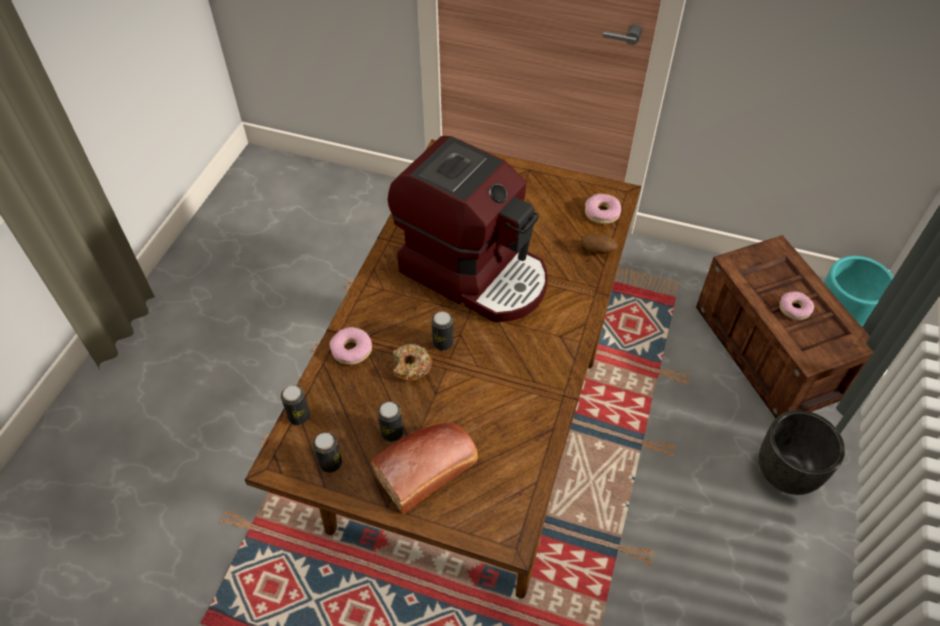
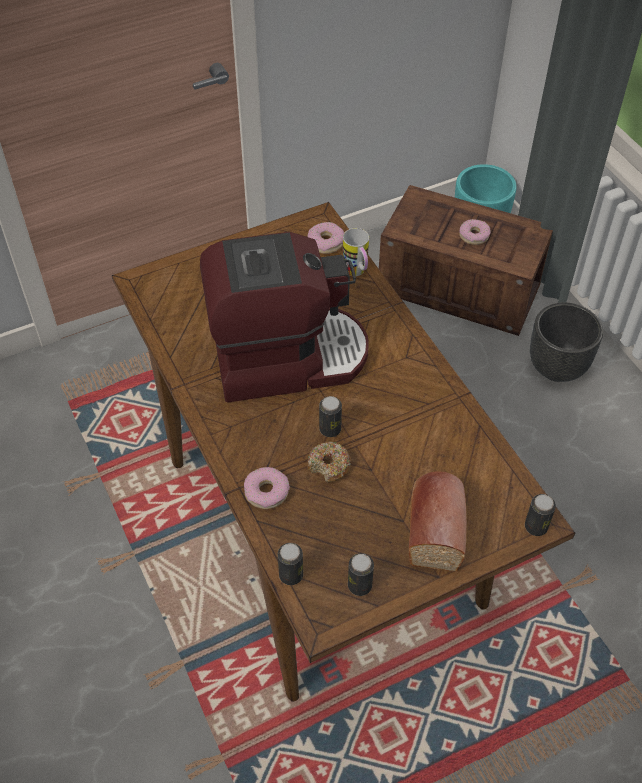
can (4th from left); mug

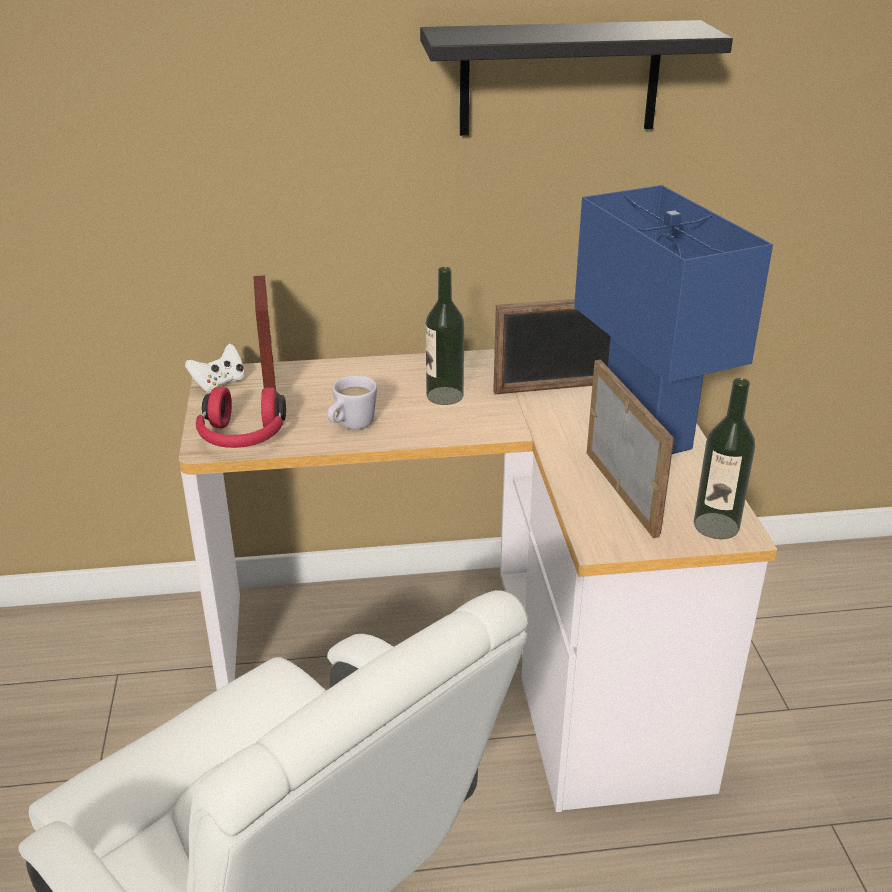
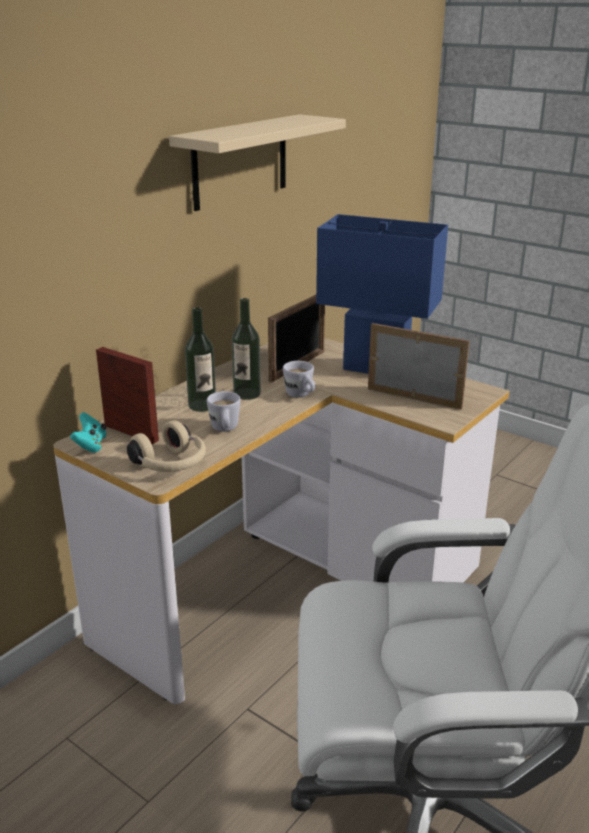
game controller in turquoise; headphones in beige; shelf in beige; bottle (1st from left); mug in white (2nd from left)

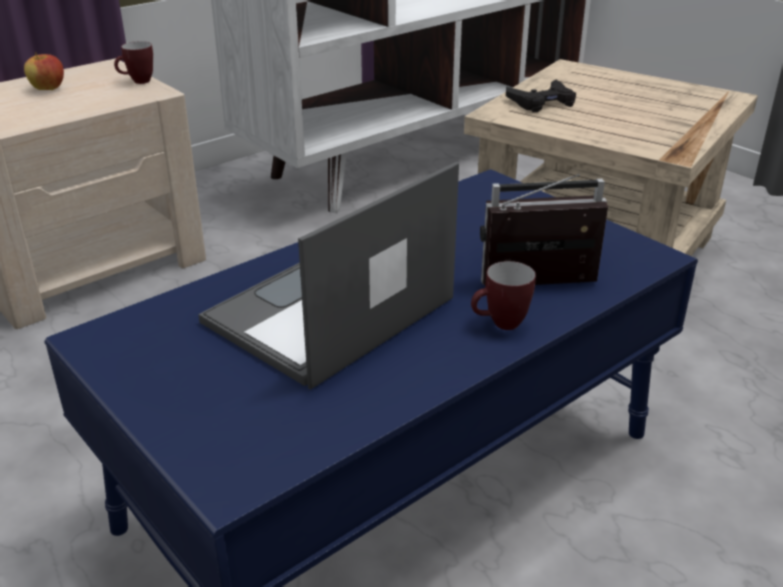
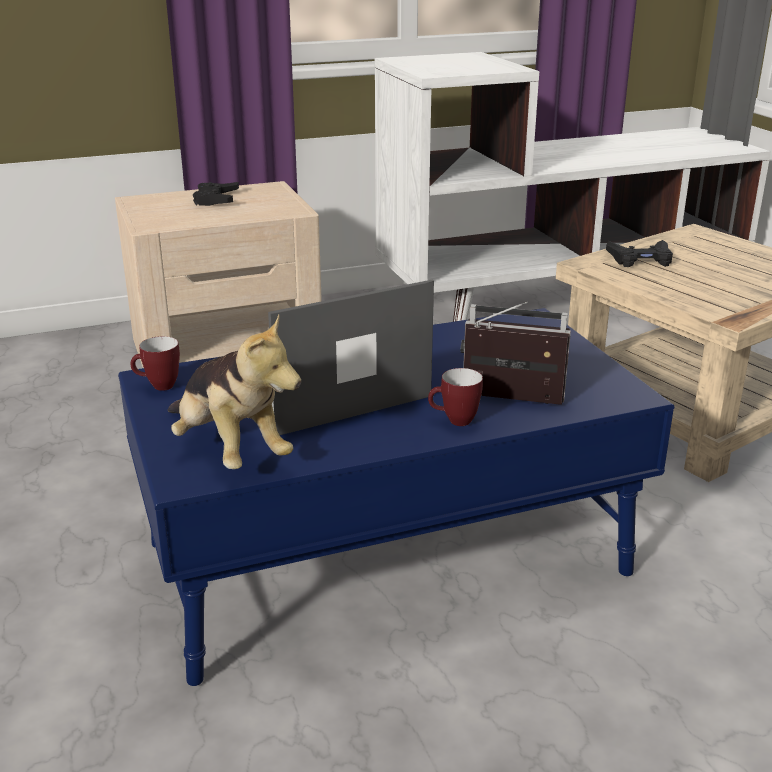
game controller in black (1st from left); mug (1st from left); plush toy

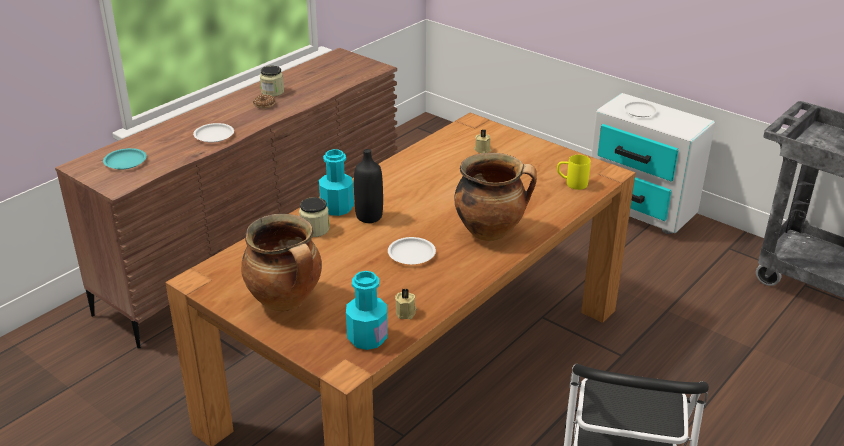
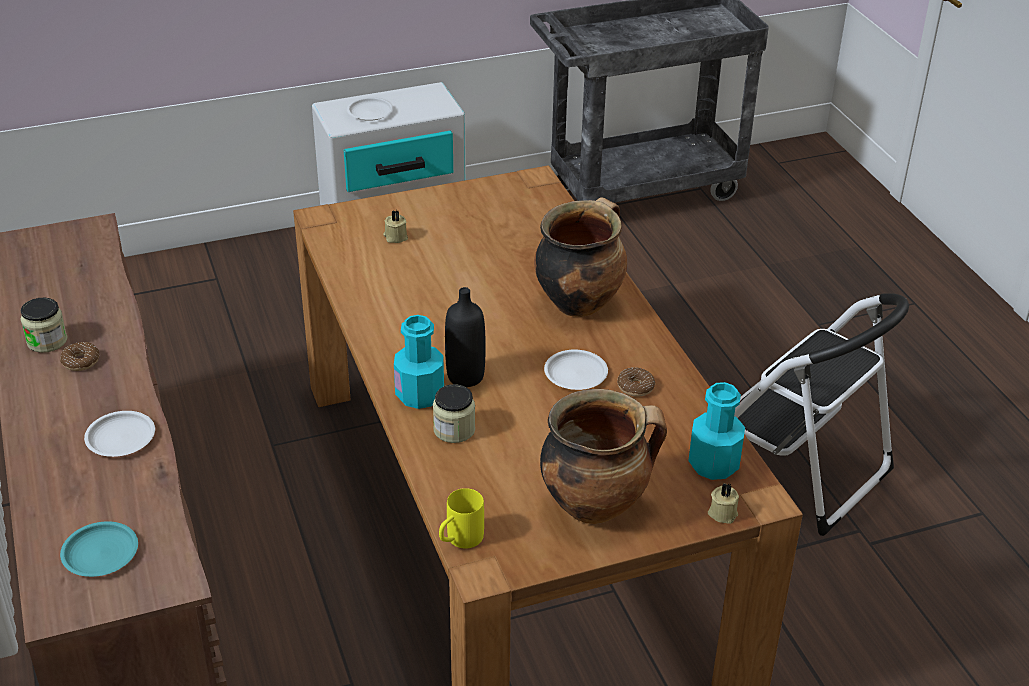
candle in beige (2nd from left); mug in yellow; donut (2nd from left)

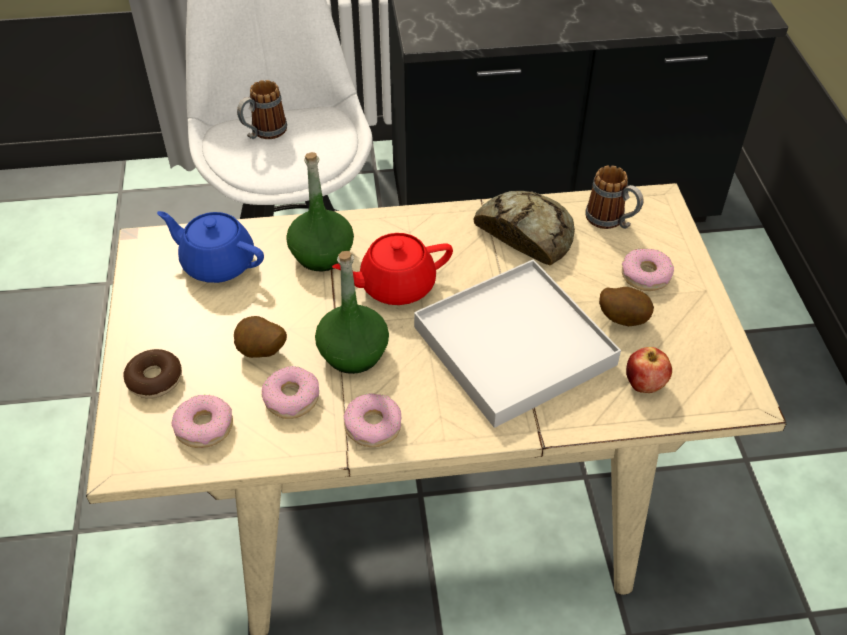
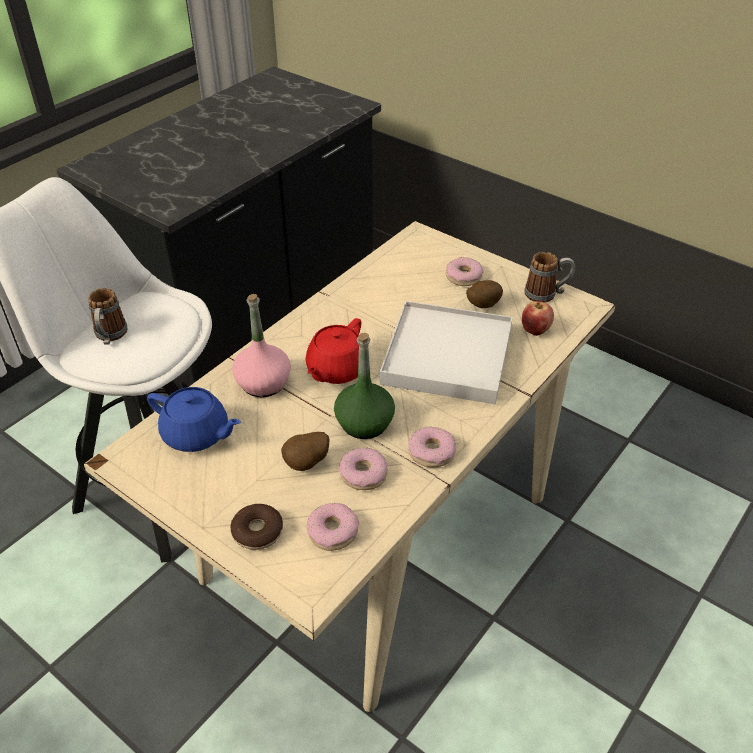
teapot in blue; bottle in pink; bread; mug (2nd from left)

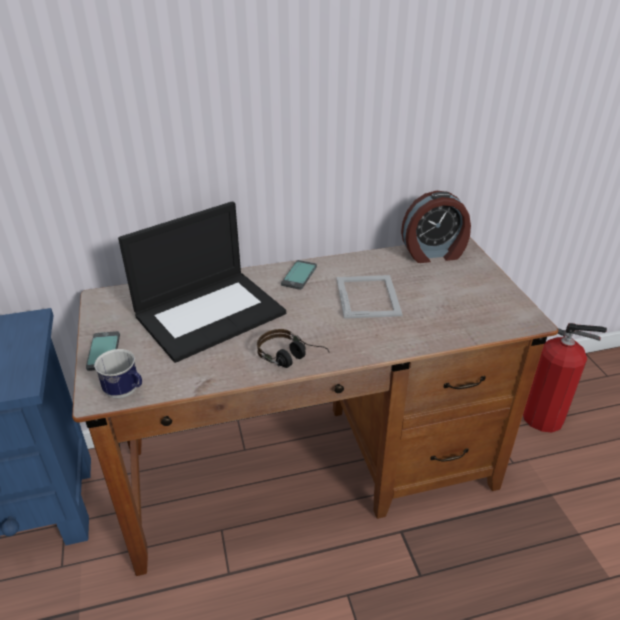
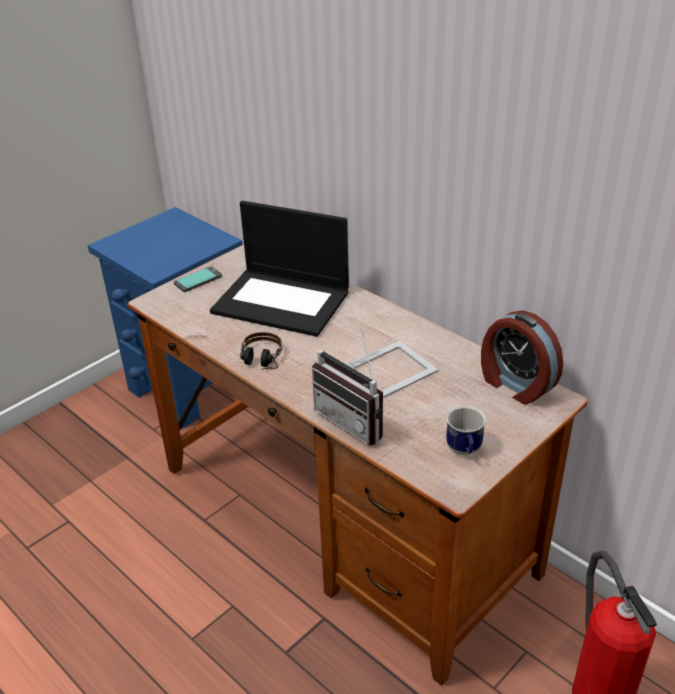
mug; phone (2nd from left in the first image); radio

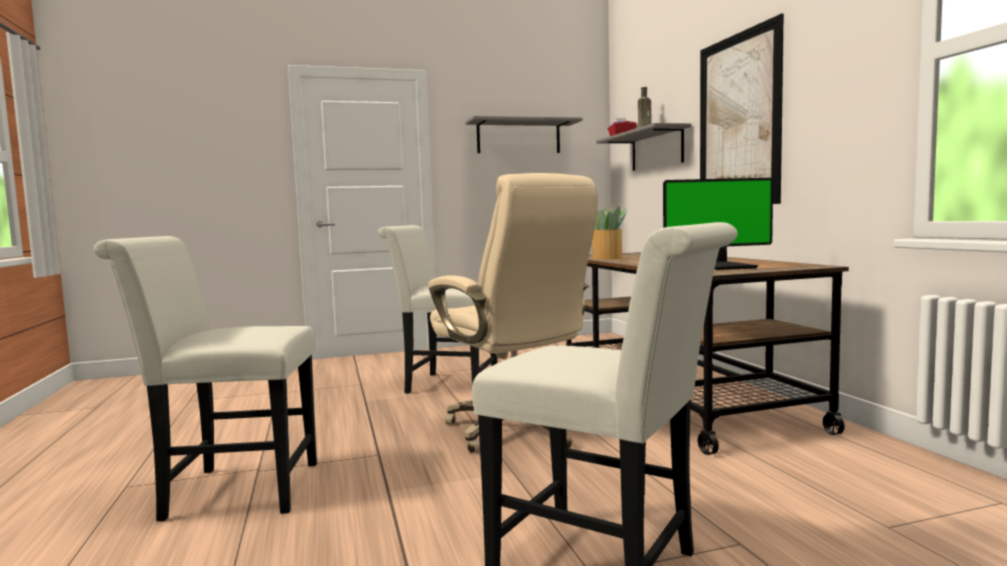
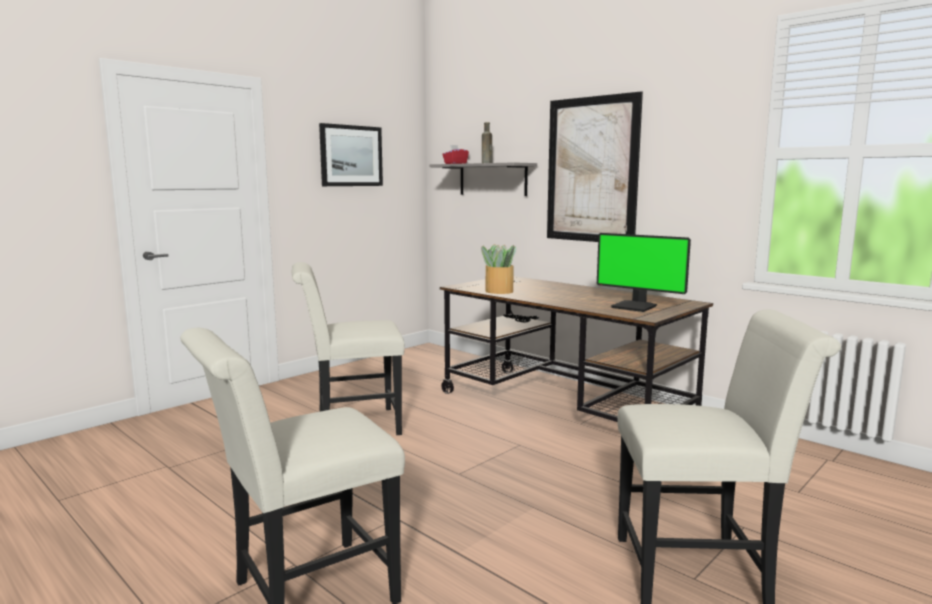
office chair in beige; picture (1st from left); monitor

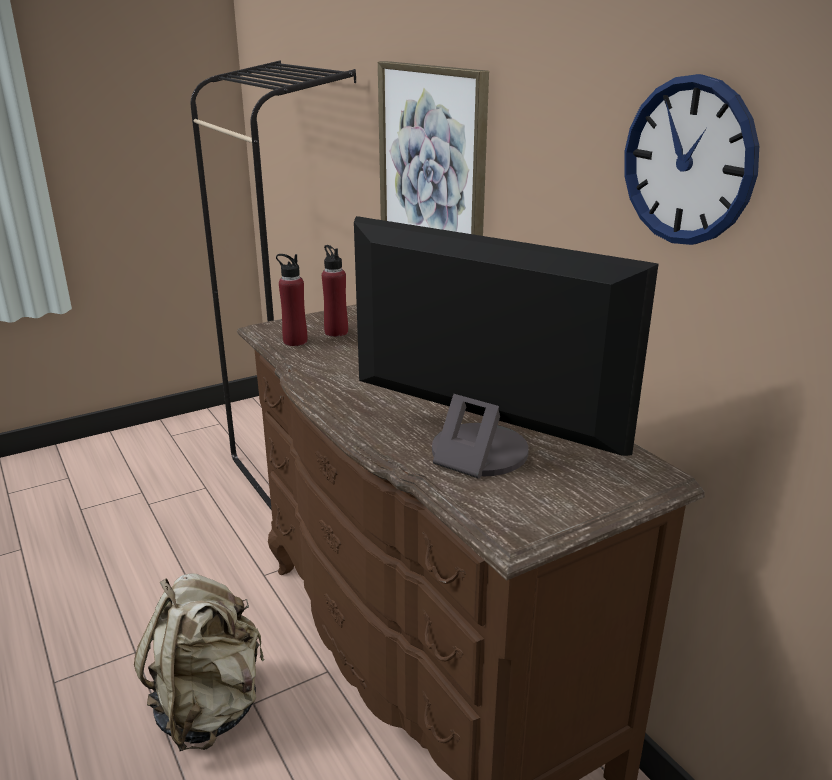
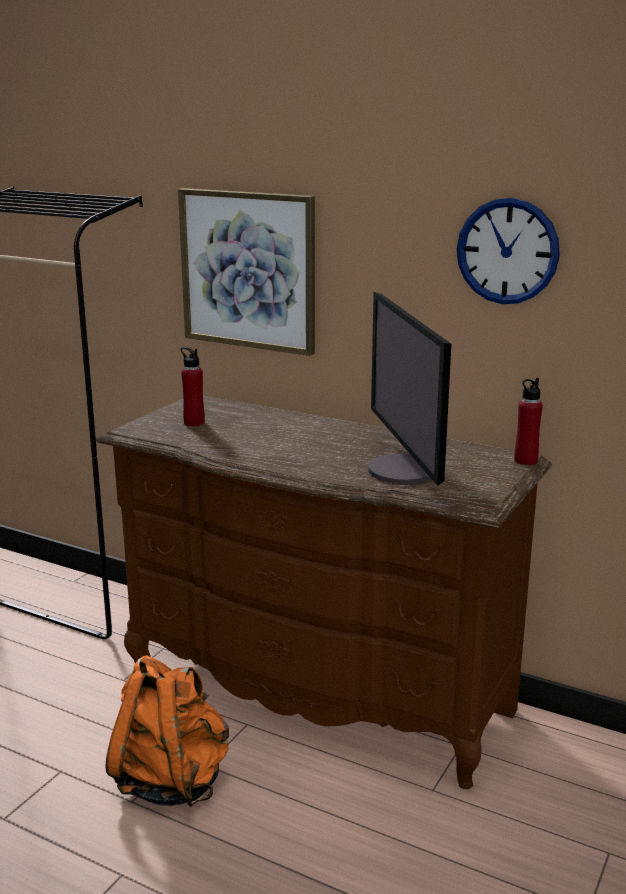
backpack in orange; bottle in red (2nd from left); monitor

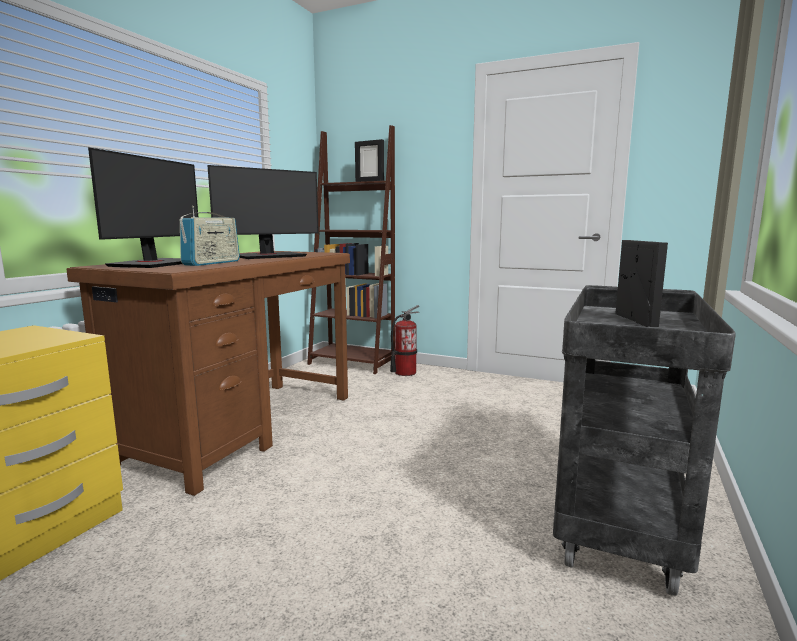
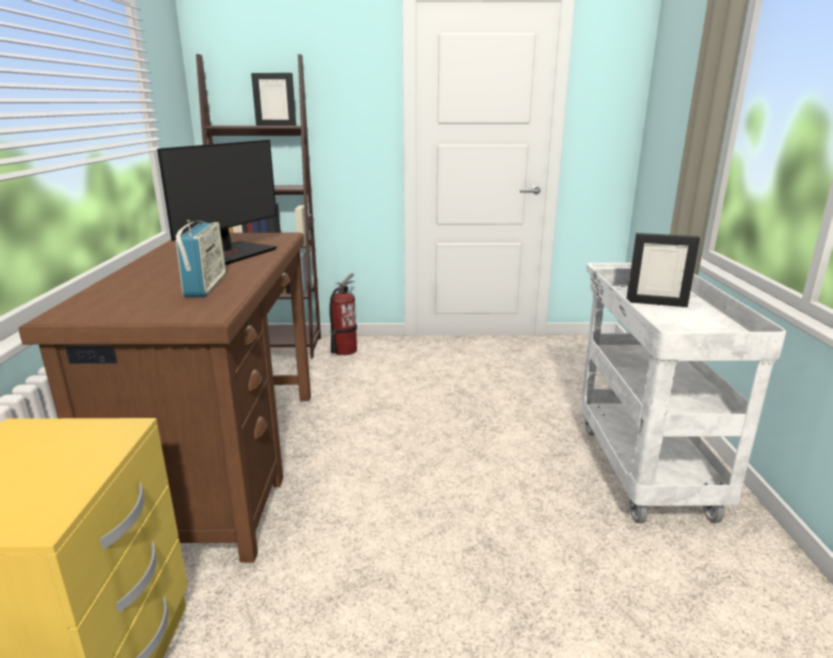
monitor (1st from left in the first image); cart in white; picture frame (2nd from left)

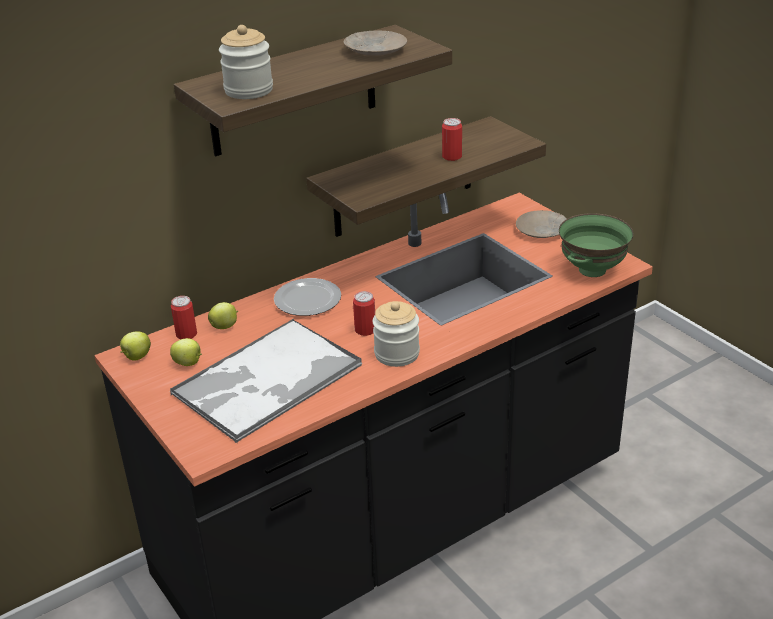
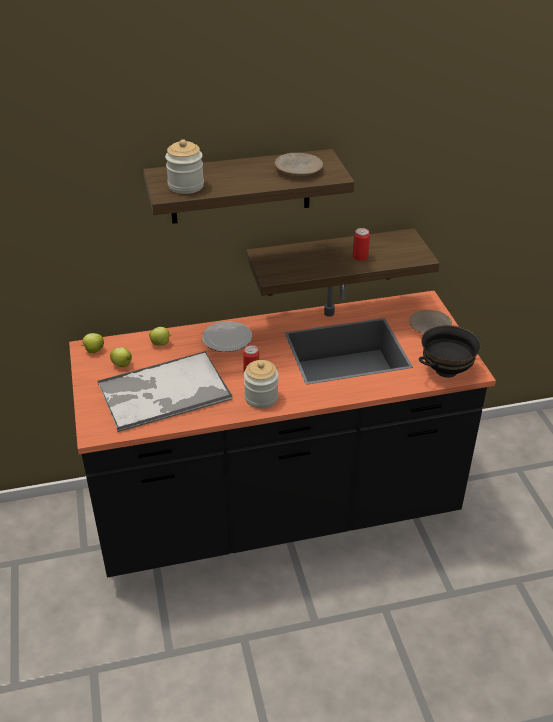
can (1st from left in the first image); bowl in black

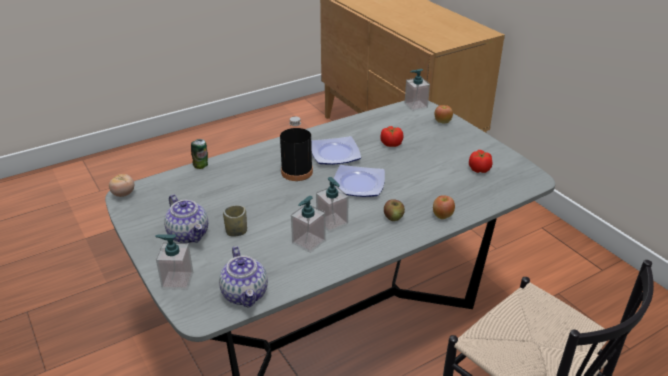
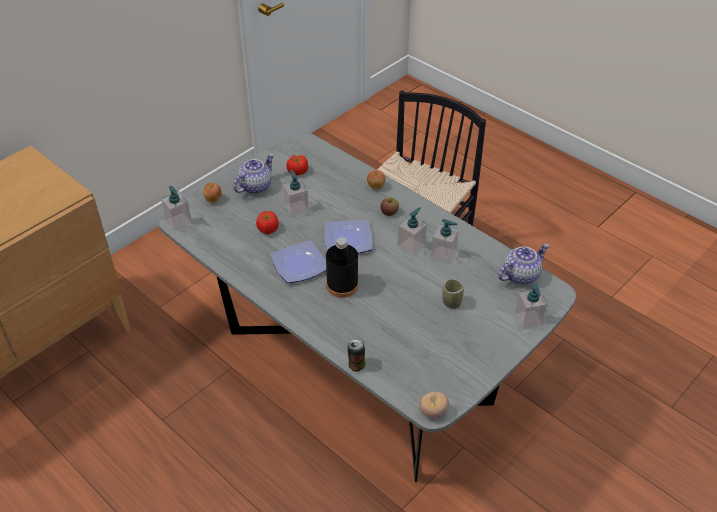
teapot (1st from left); soap dispenser (2nd from left)

